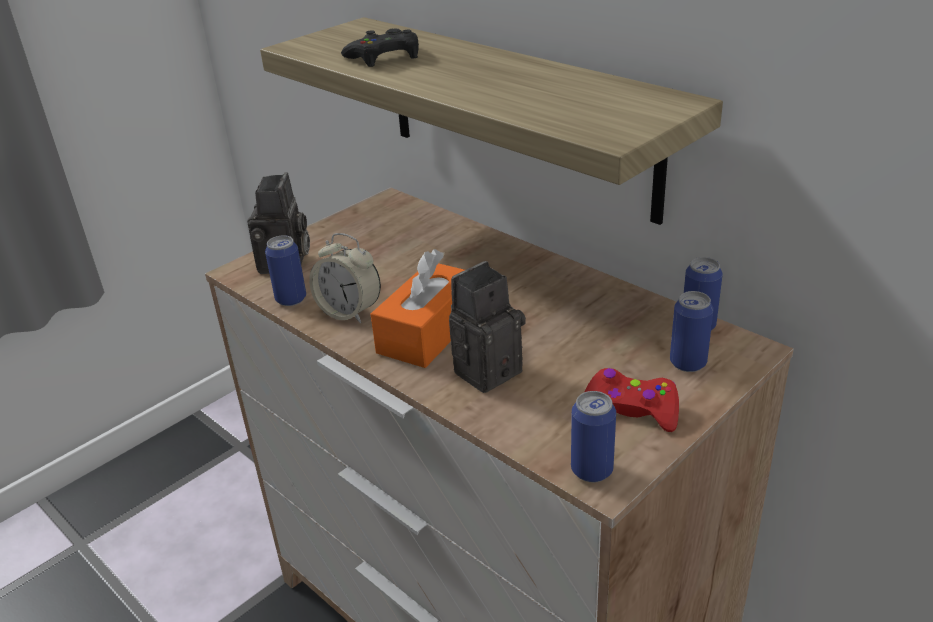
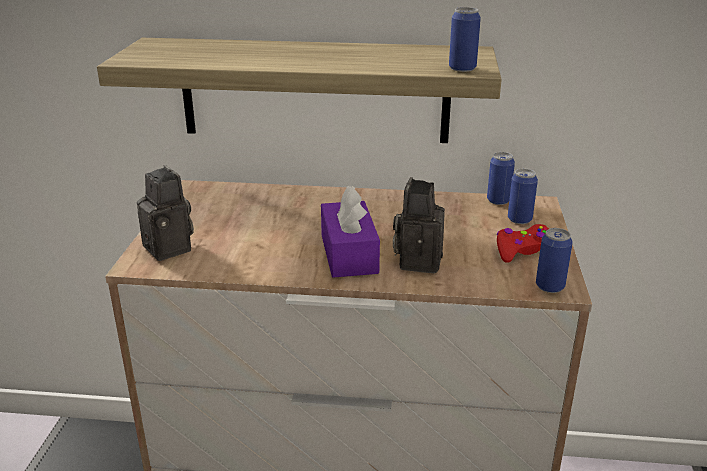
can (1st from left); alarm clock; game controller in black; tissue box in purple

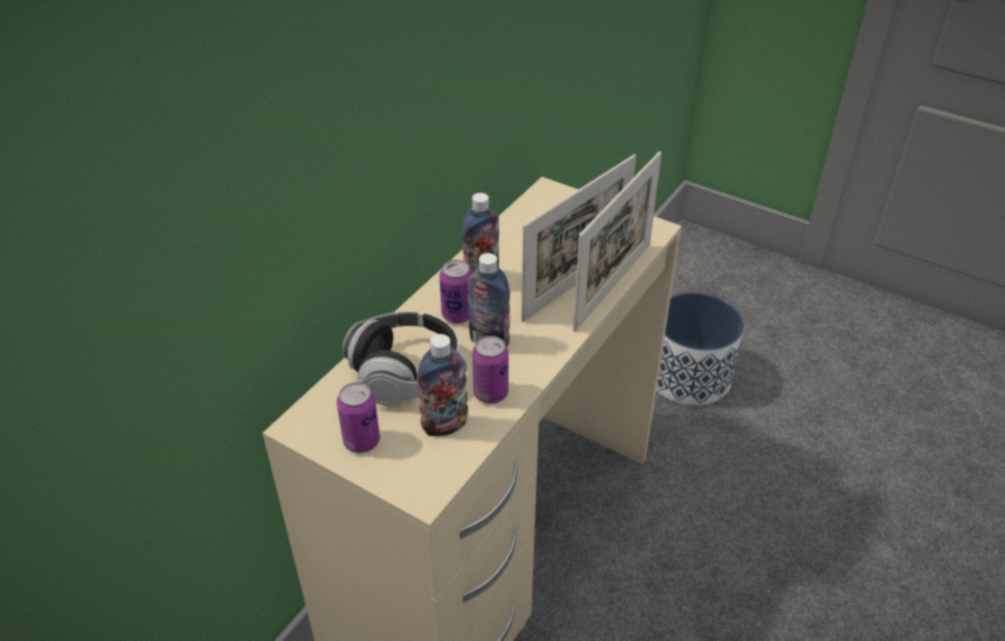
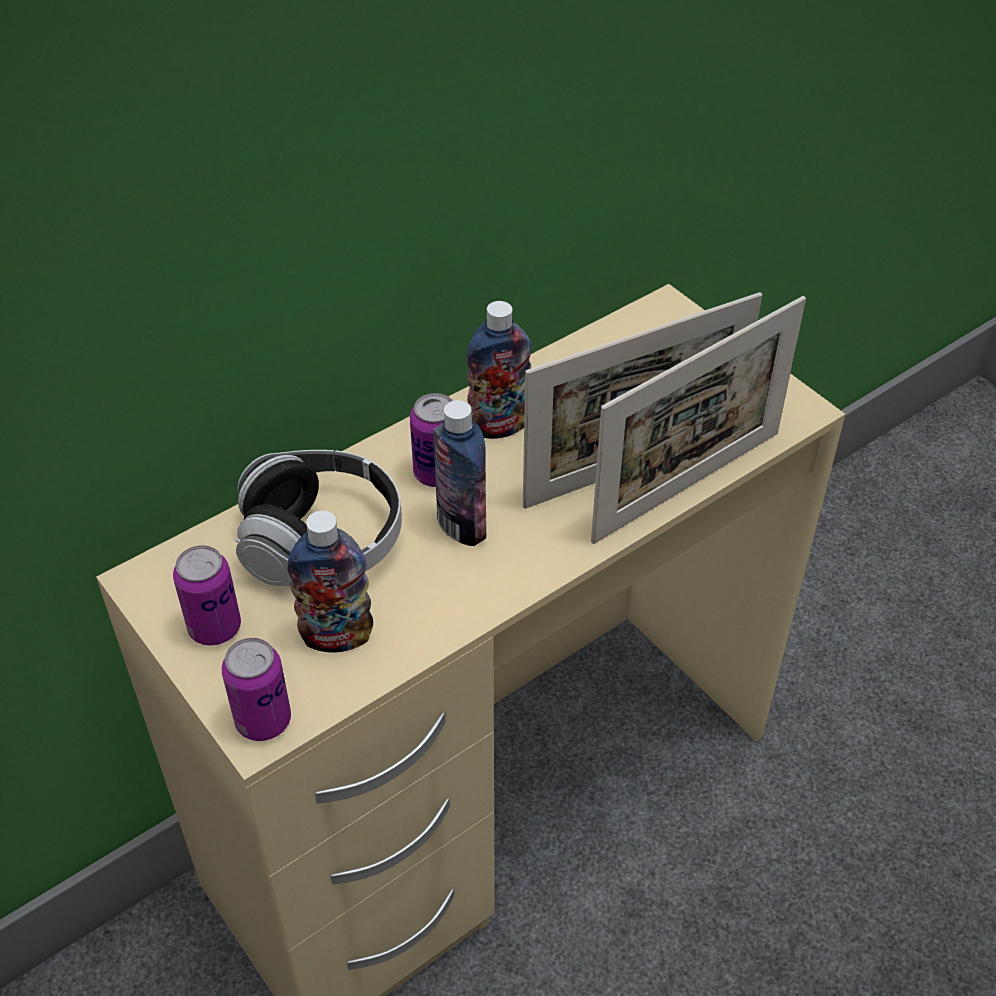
can (2nd from left); planter

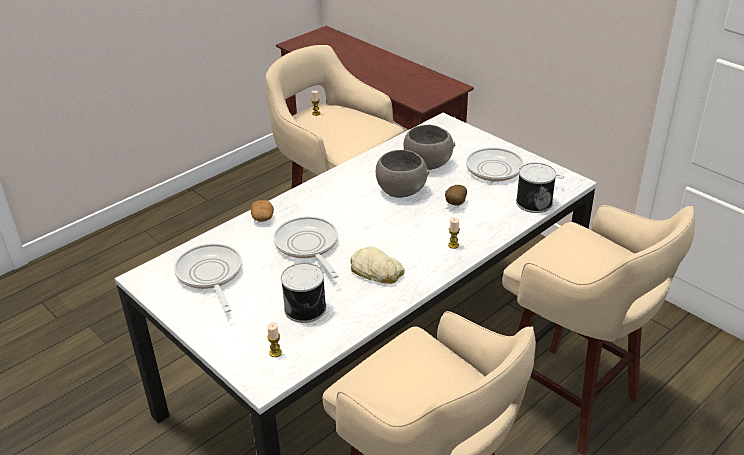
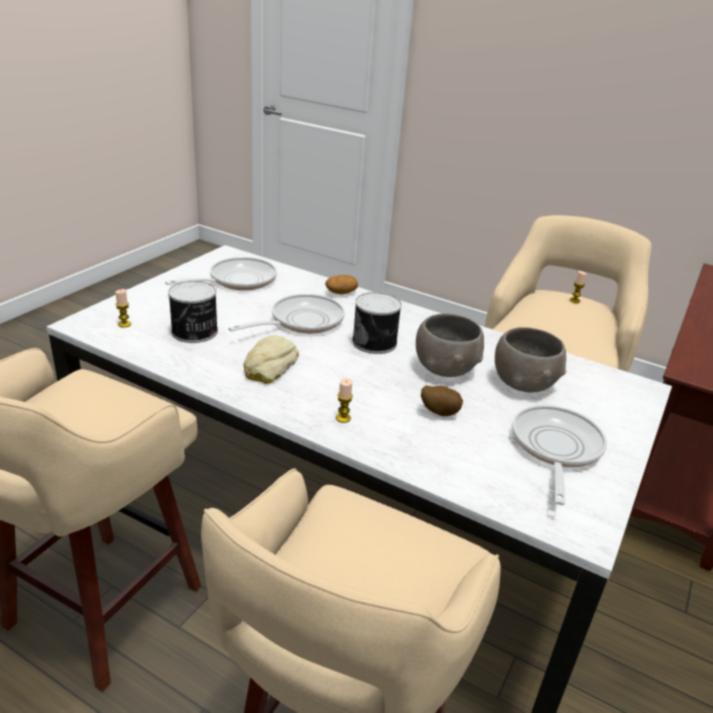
can (2nd from left)

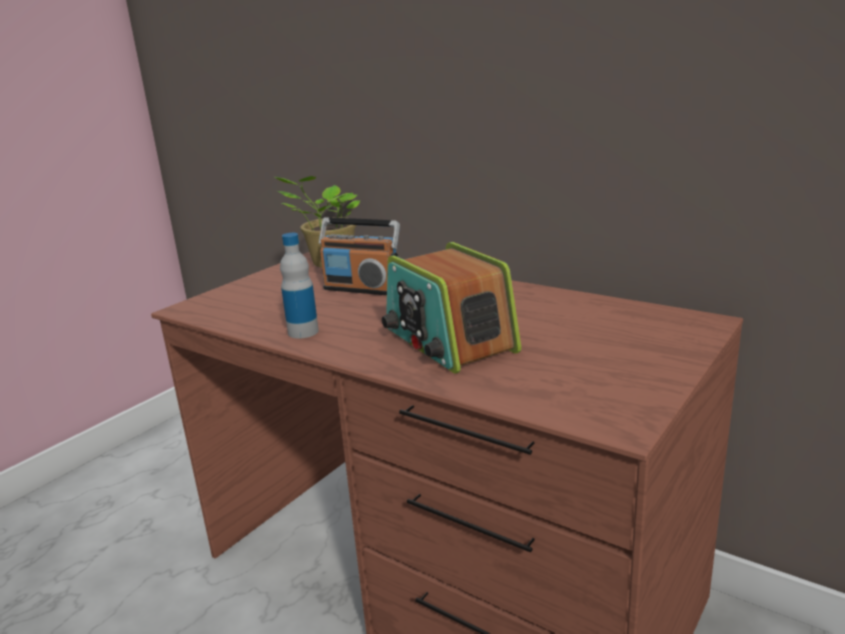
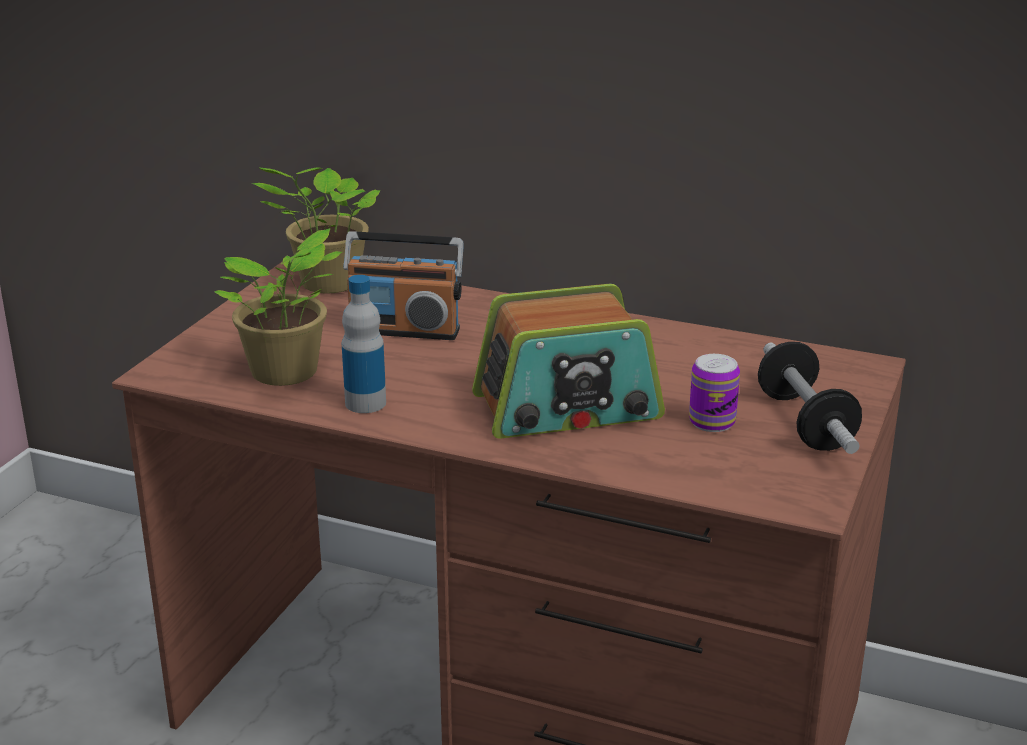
radio (2nd from left); potted plant (1st from left); can; dumbbell

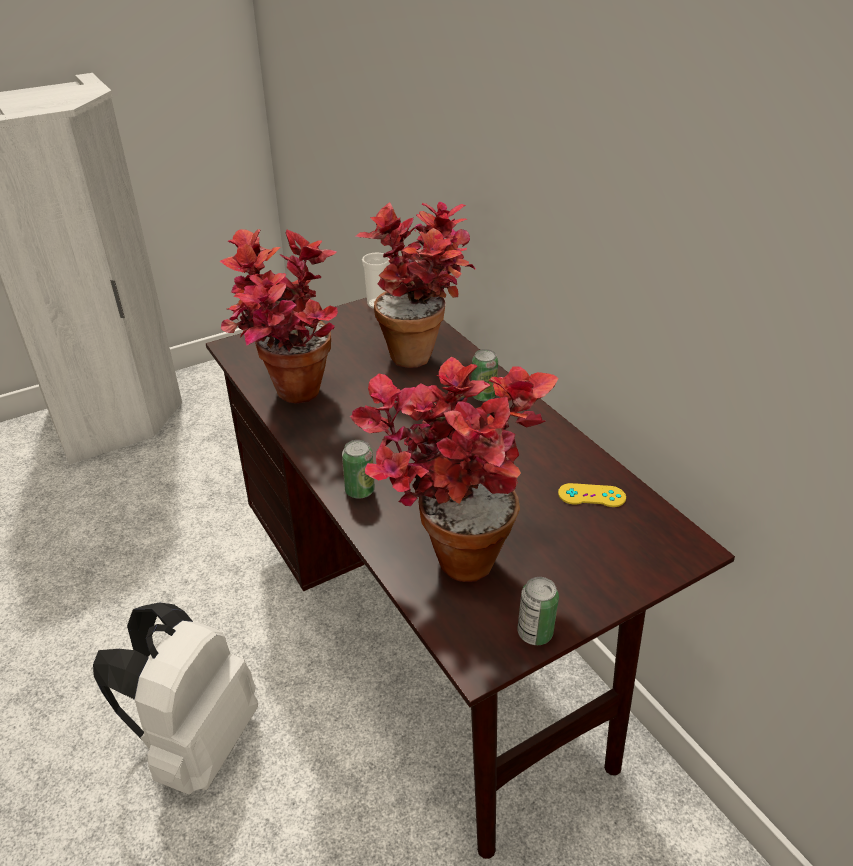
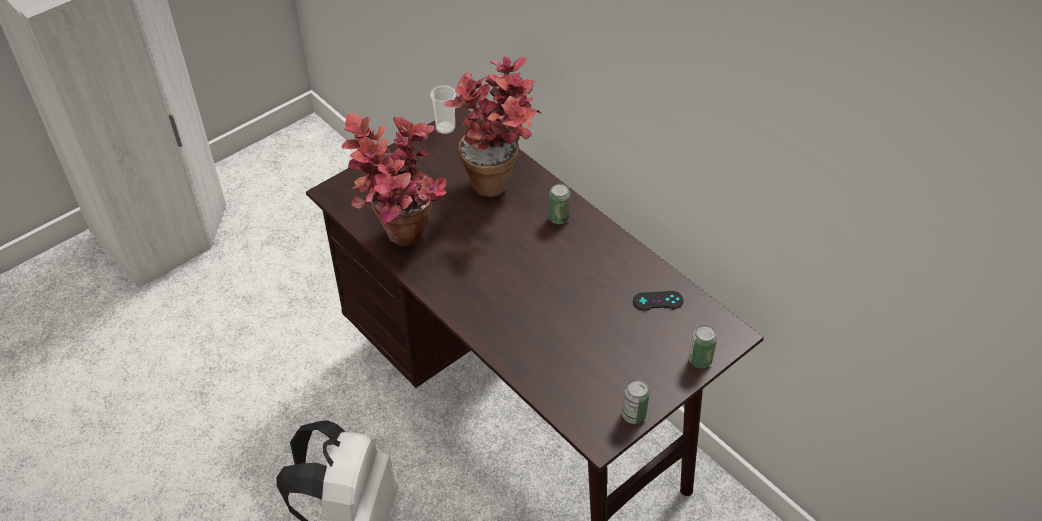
can (3rd from left); potted plant (3rd from left in the first image); game controller in black

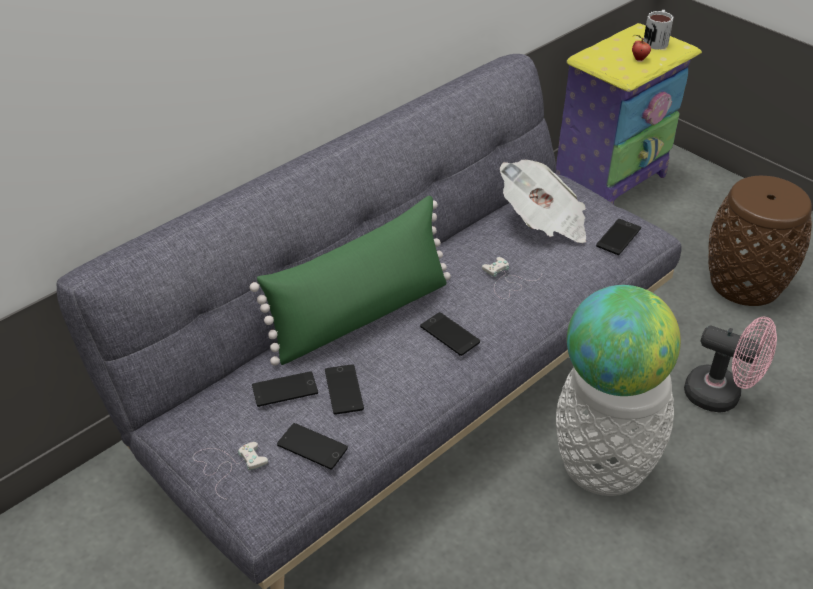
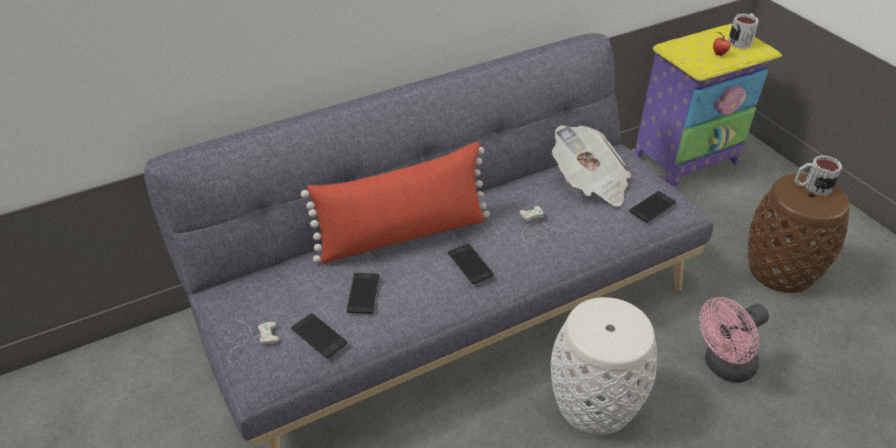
pillow in red; phone (1st from left in the first image); globe; fan in pink; mug (2nd from left)

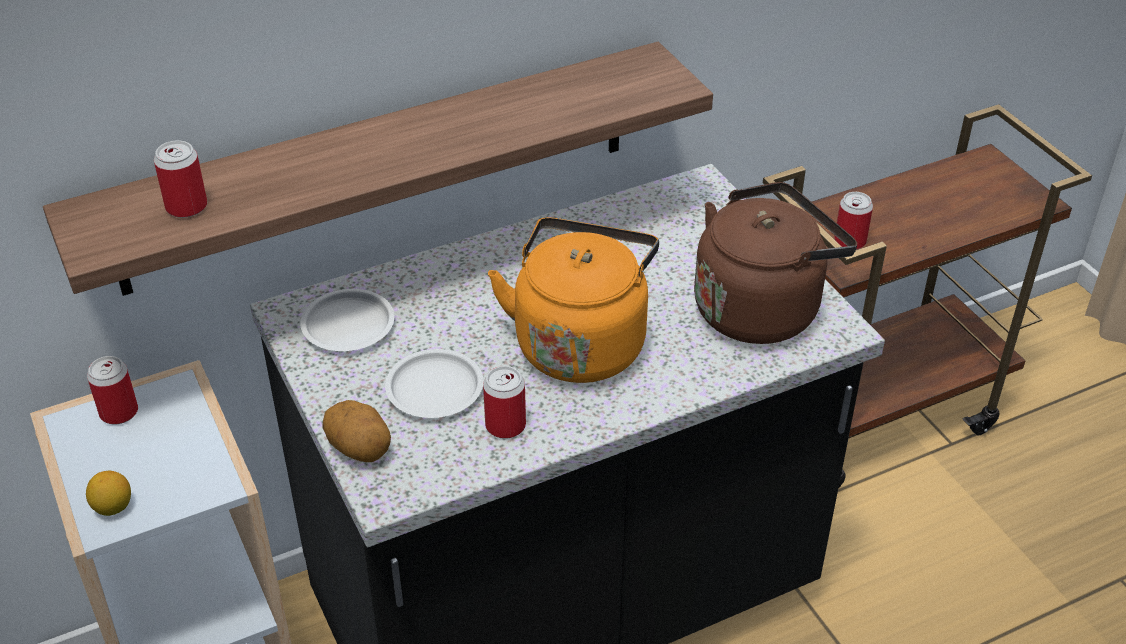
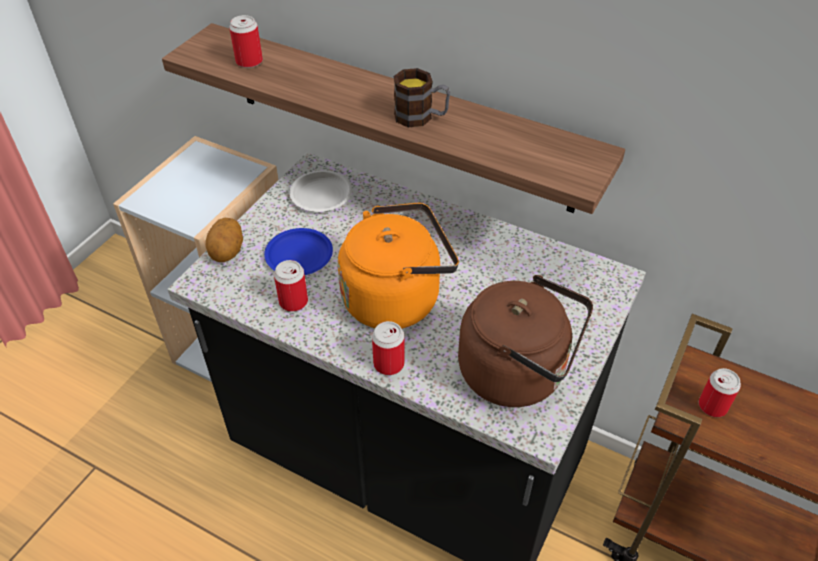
lemon; can (3rd from left); plate in blue; mug

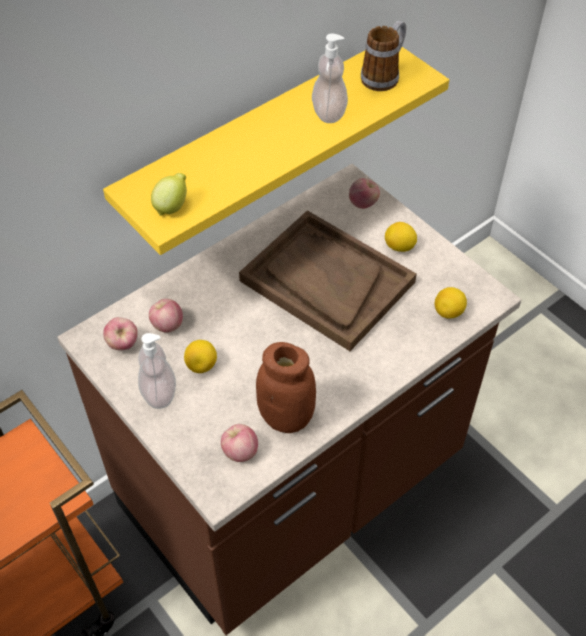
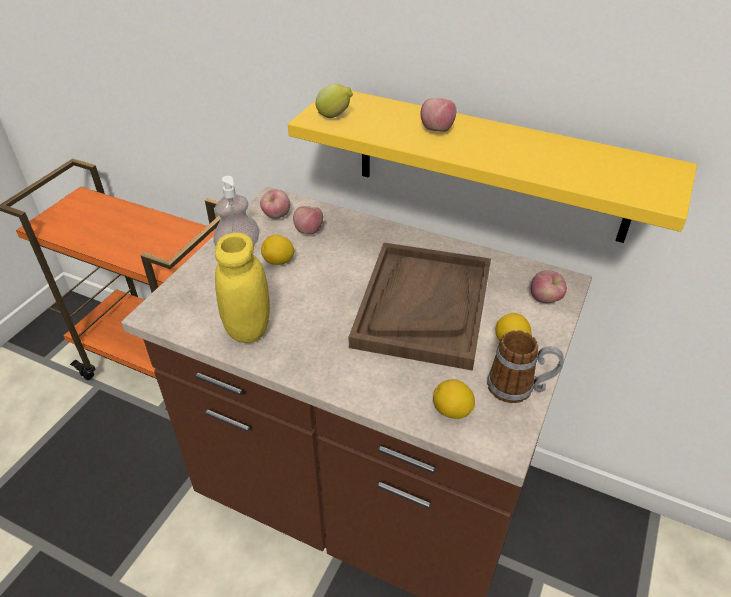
apple (3rd from left); jar in yellow; soap dispenser (2nd from left in the first image); mug

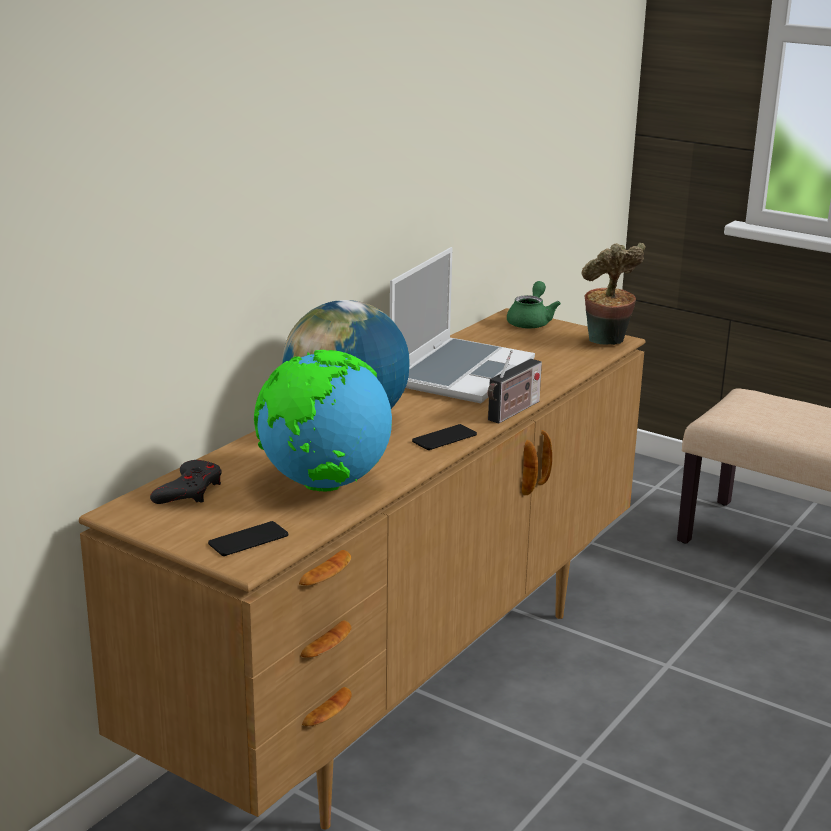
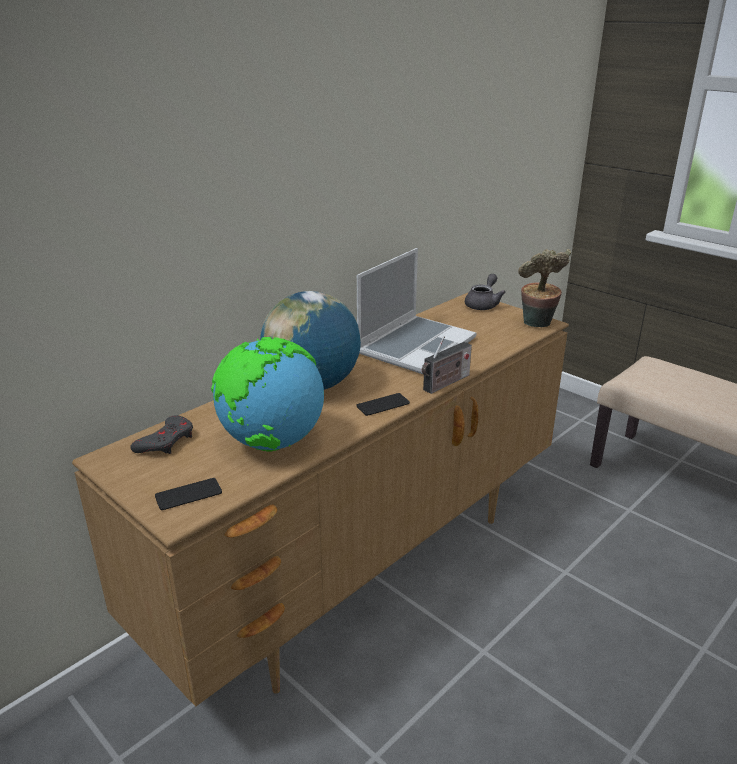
teapot in grey

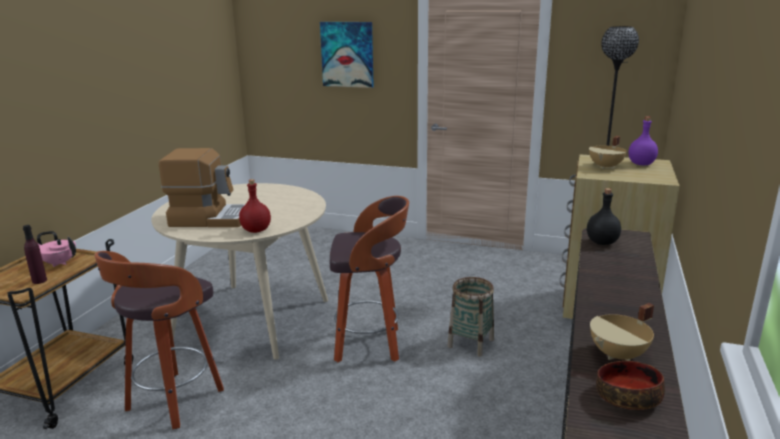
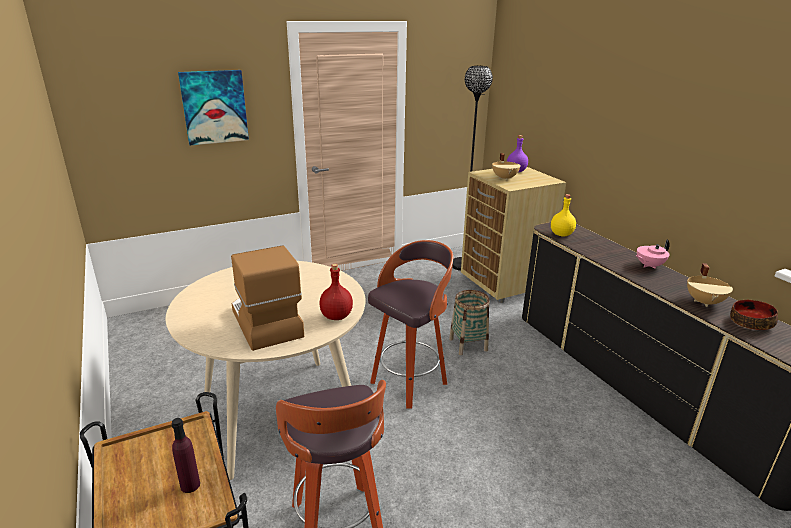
teapot in pink; coffee machine; bottle in yellow

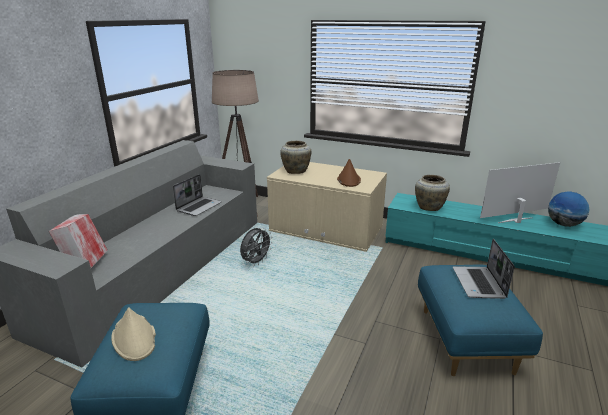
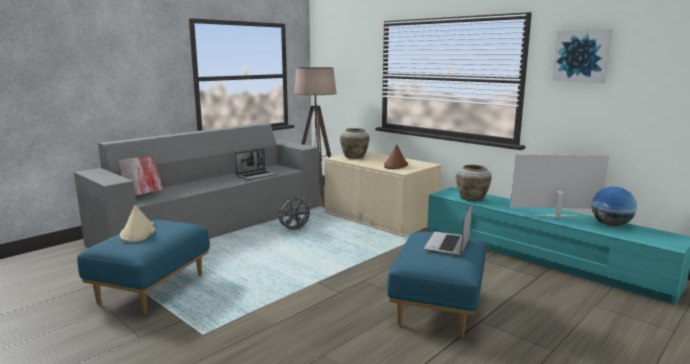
picture

